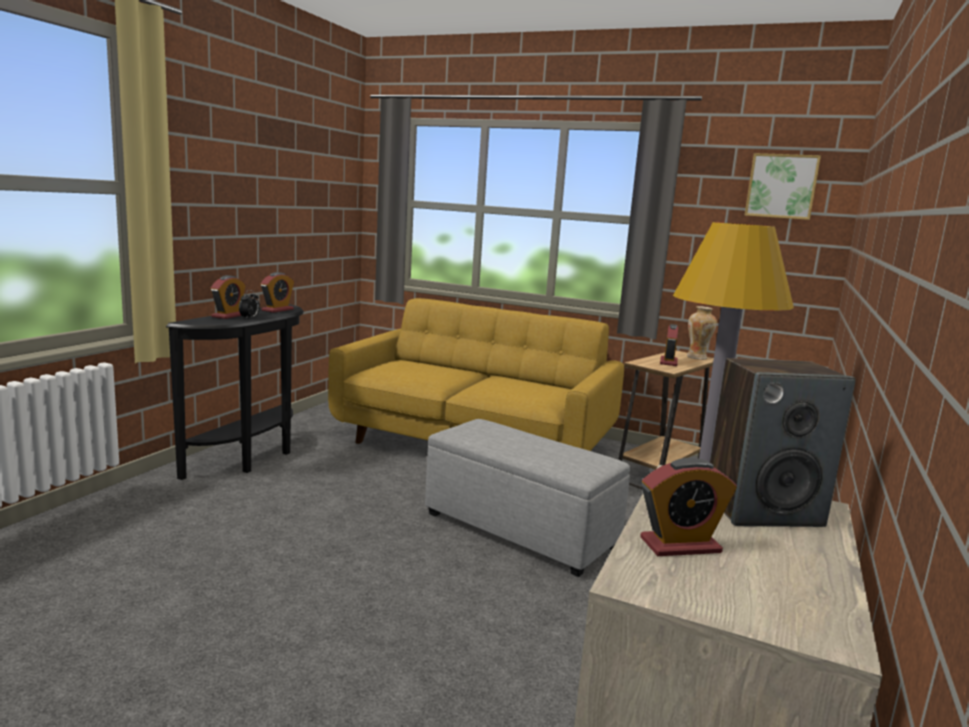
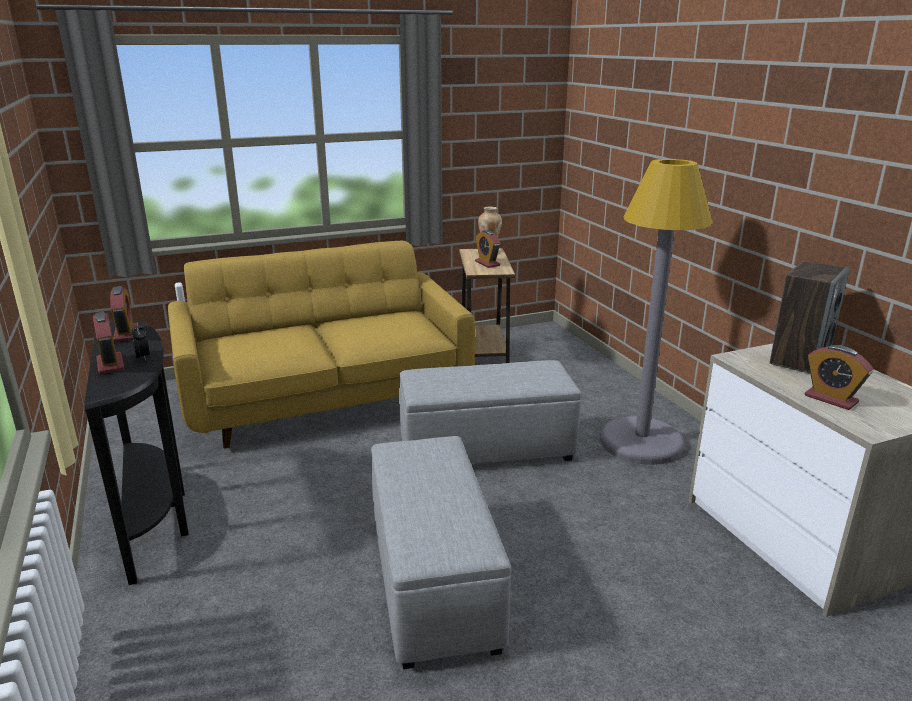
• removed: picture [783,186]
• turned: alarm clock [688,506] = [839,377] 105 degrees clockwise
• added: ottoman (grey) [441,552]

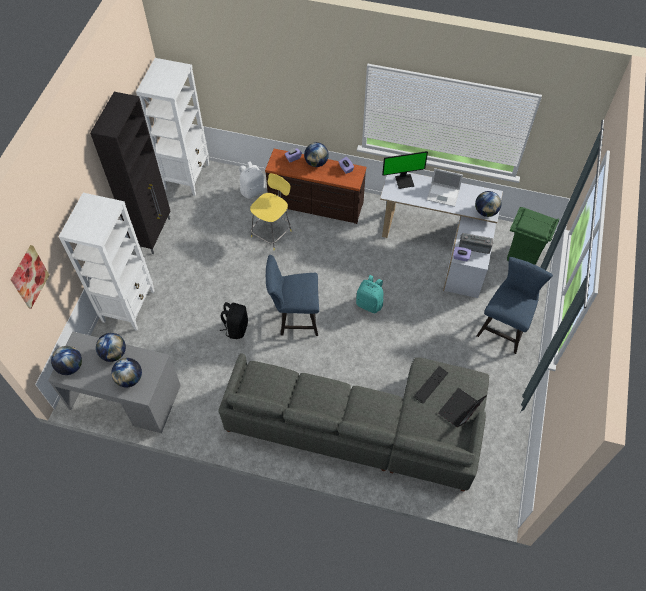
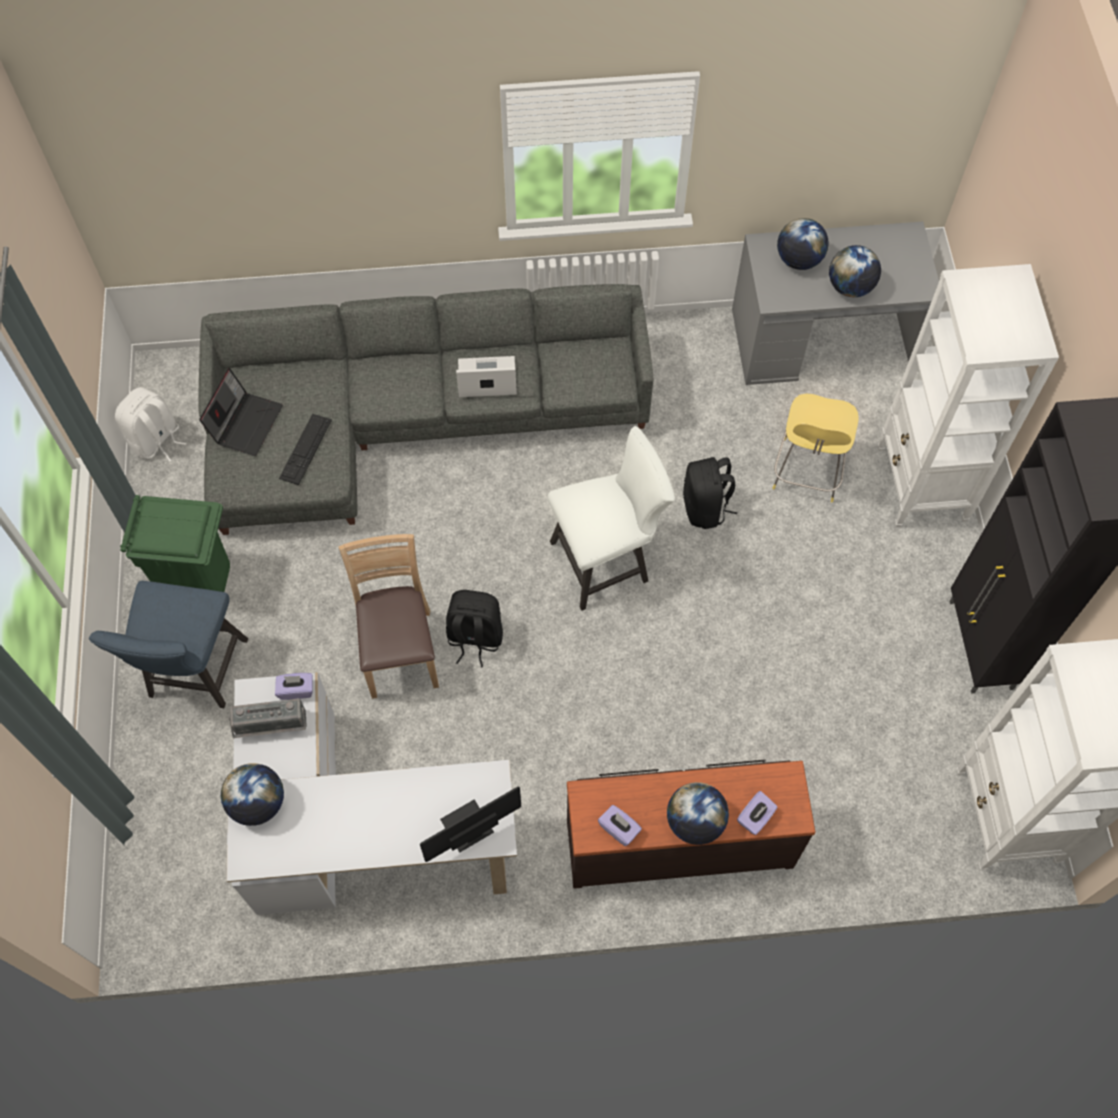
• moved: backpack (white) [252,180] to [151,424]
• moved: laptop [445,187] to [486,376]
• moved: stool (yellow) [271,212] to [815,448]
• moved: trash can (green) [533,236] to [175,543]
• removed: picture [30,277]
• recoloured: chair (blue) [292,295] to chair (white) [611,518]
• recoloured: backpack (turquoise) [369,294] to backpack (black) [474,629]
• removed: globe [66,360]
• added: chair (brown) [388,616]

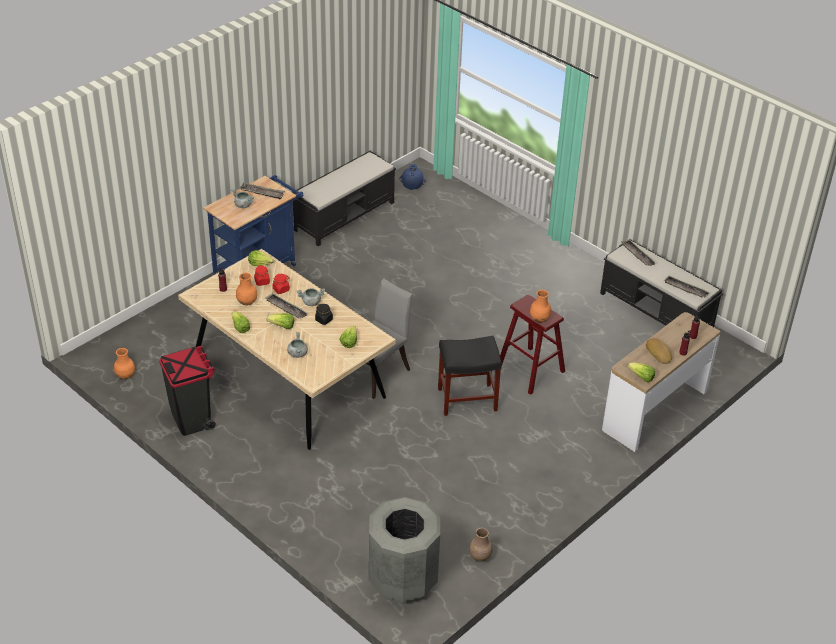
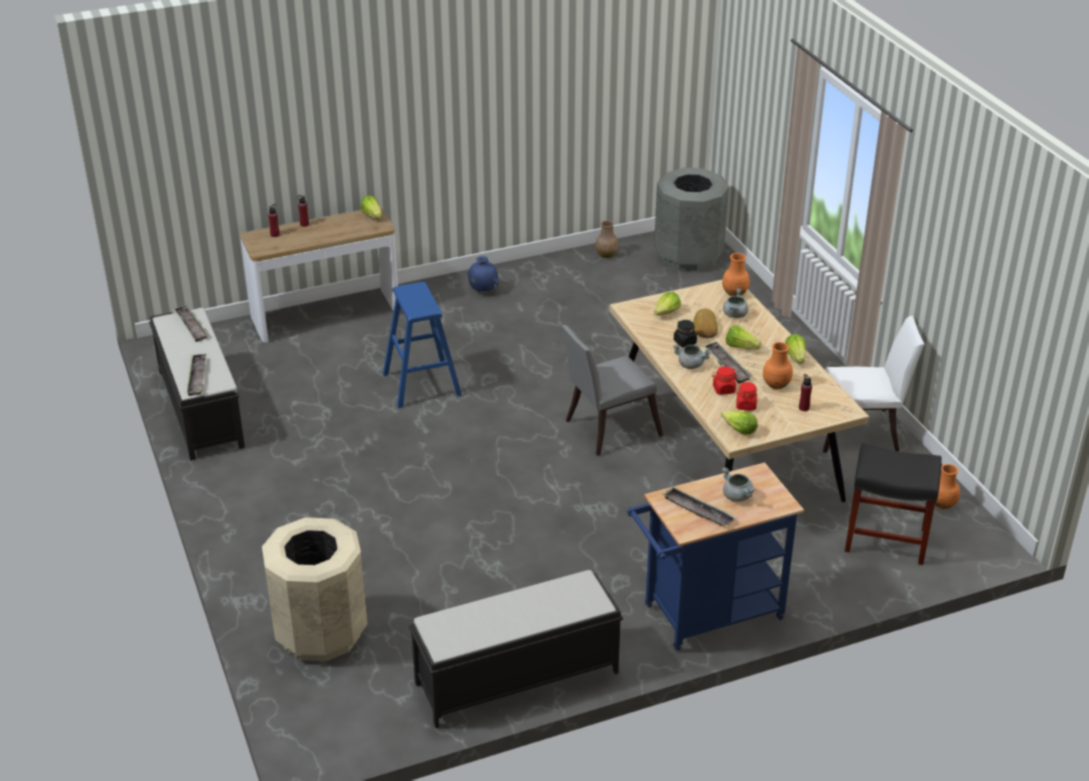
• moved: vase (blue) [413,177] to [483,274]
• moved: vase (orange) [540,306] to [736,274]
• recoloured: stool (red) [532,345] to stool (blue) [422,345]
• moved: stool (black) [470,376] to [893,504]
• moved: bread [659,351] to [705,323]
• replaced: trash can (black) [187,391] to chair (white) [873,384]
• added: trash can (beige) [315,589]

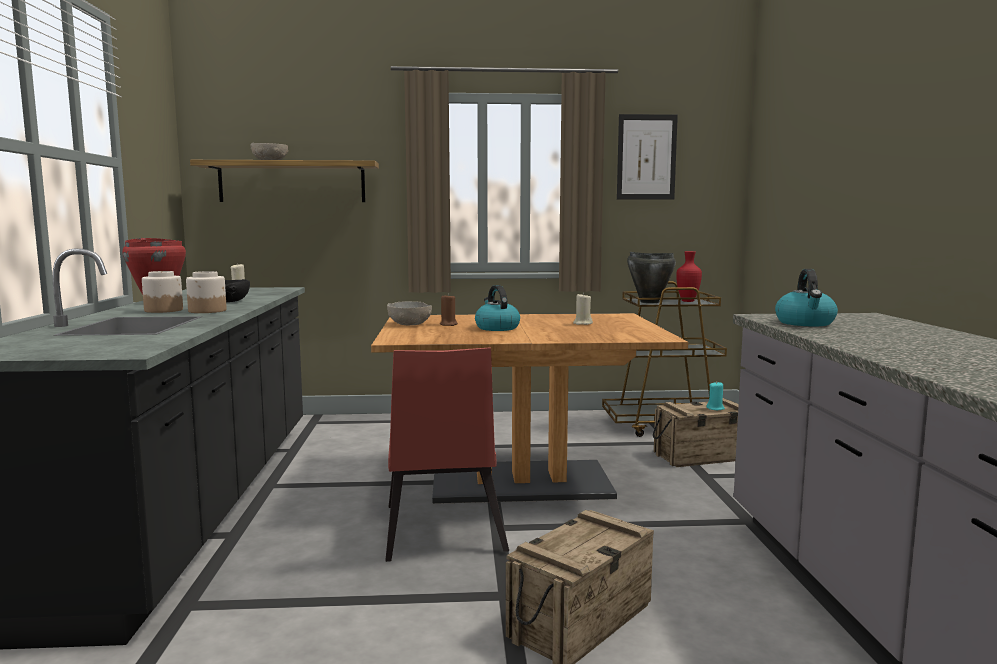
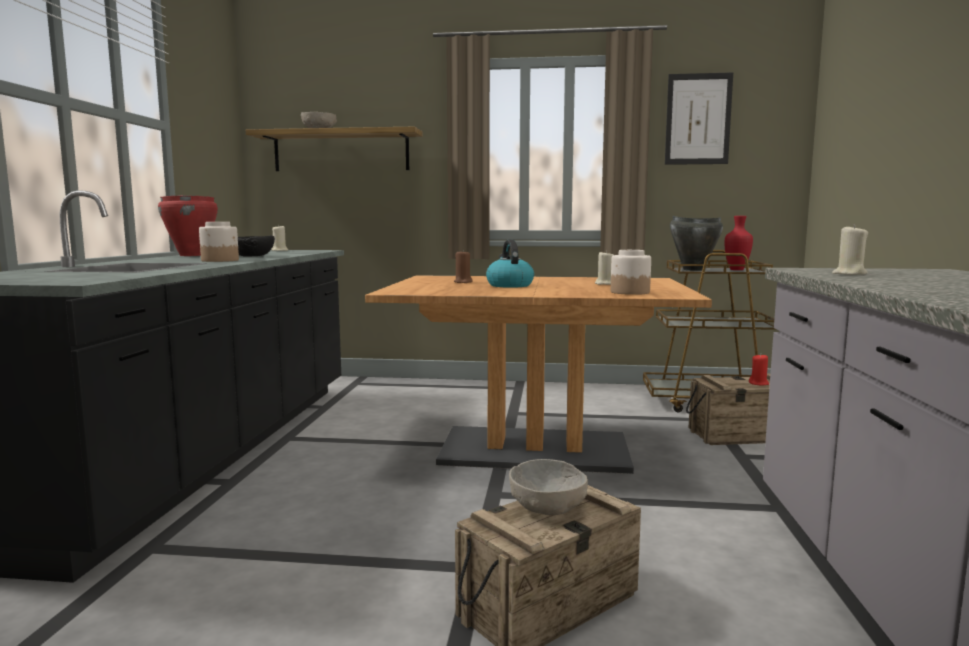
• replaced: kettle [806,297] to candle (beige) [850,249]
• moved: jar [162,292] to [631,272]
• moved: bowl (grey) [409,313] to [548,487]
• removed: chair (red) [447,454]
• recoloured: candle (turquoise) [716,396] to candle (red) [759,369]

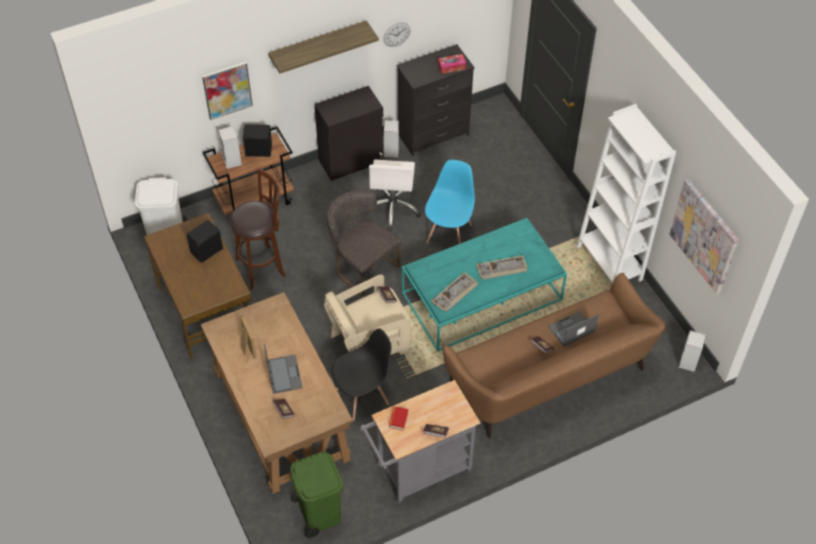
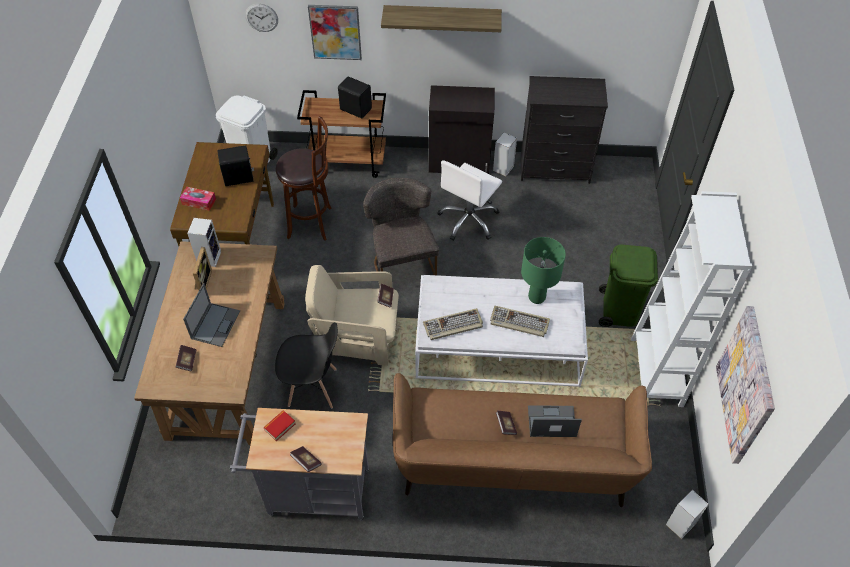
• moved: wall clock [396,35] to [261,18]
• moved: tissue box [452,64] to [198,199]
• moved: speaker [230,147] to [204,242]
• removed: chair (blue) [450,202]
• recoloured: coffee table (turquoise) [484,285] to coffee table (white) [501,331]
• moved: trash can (green) [317,495] to [628,285]
• added: table lamp (green) [543,270]

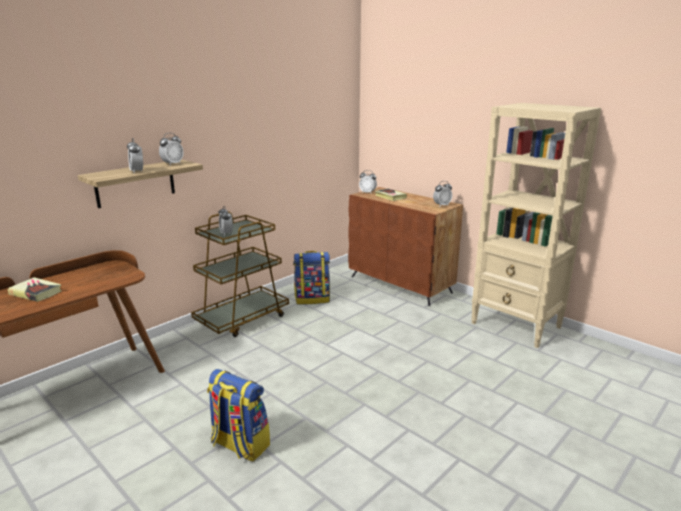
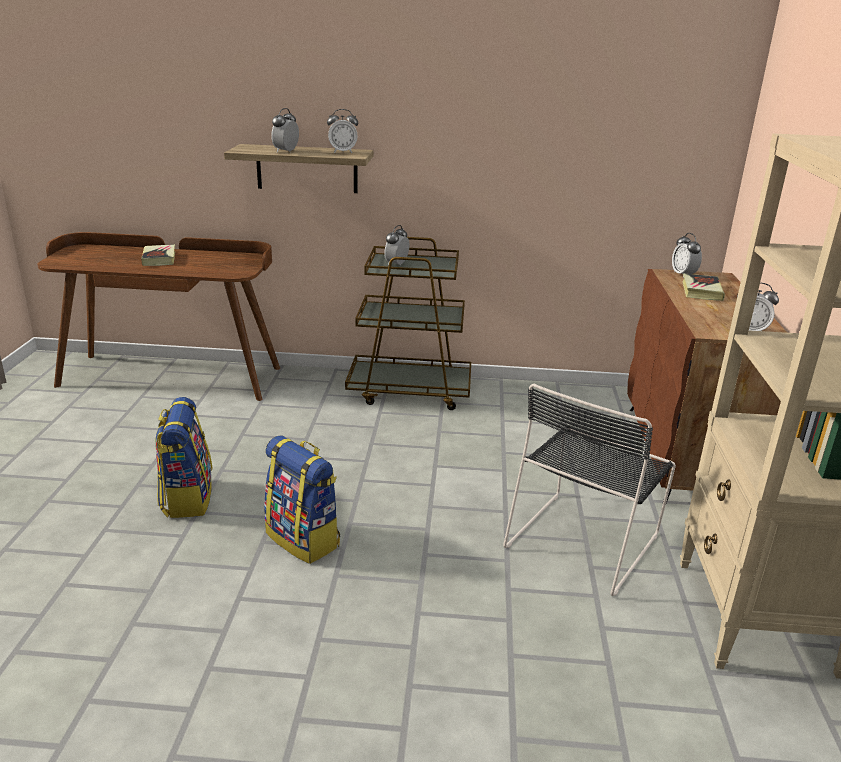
• moved: backpack [311,278] to [302,499]
• added: chair (black) [589,490]

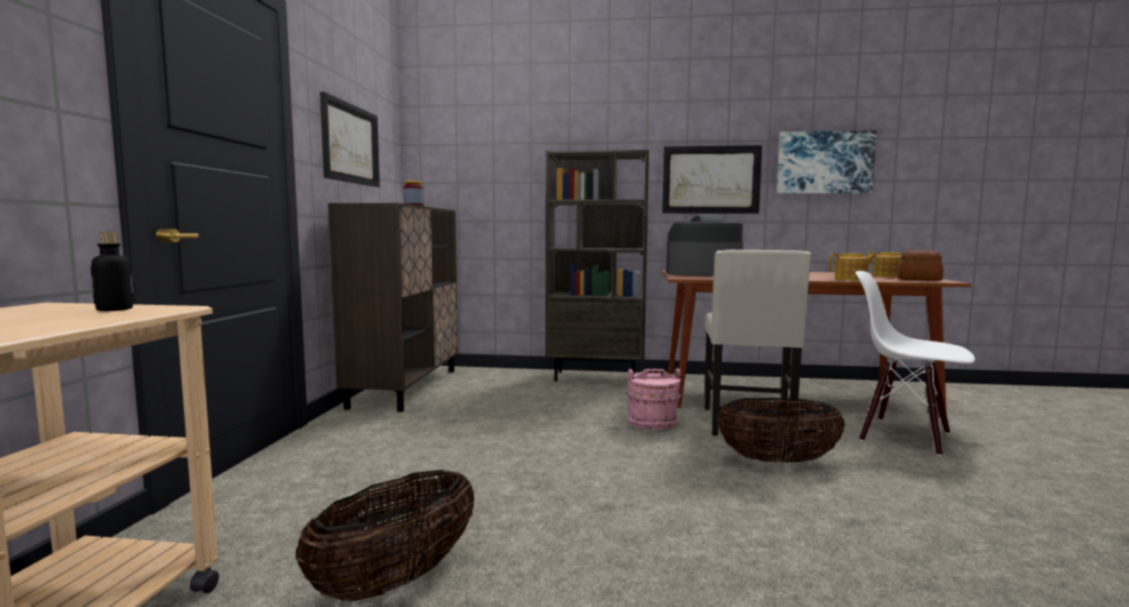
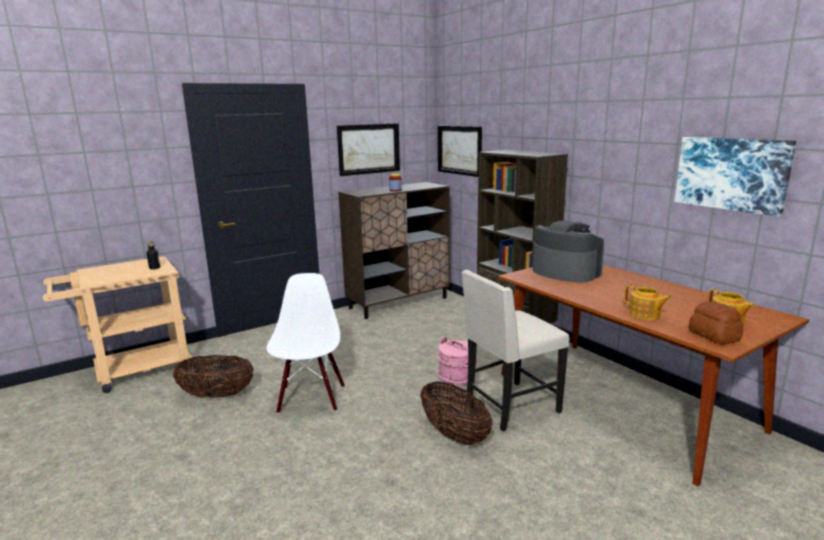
• moved: picture [712,179] to [460,151]
• moved: chair (white) [915,363] to [305,343]

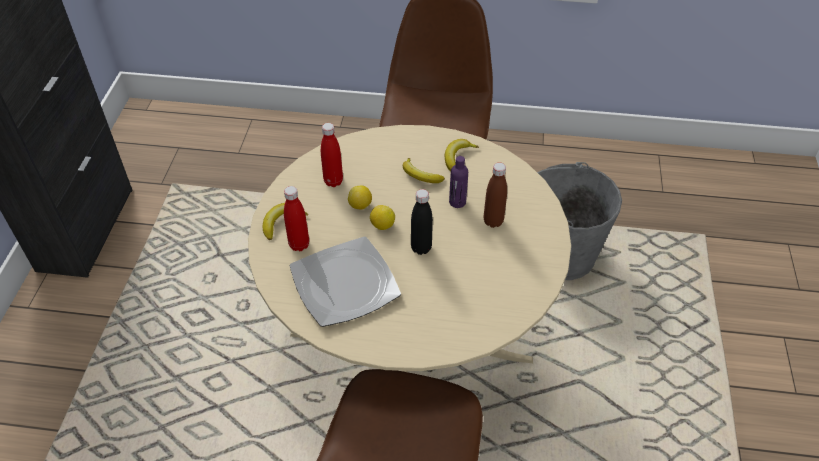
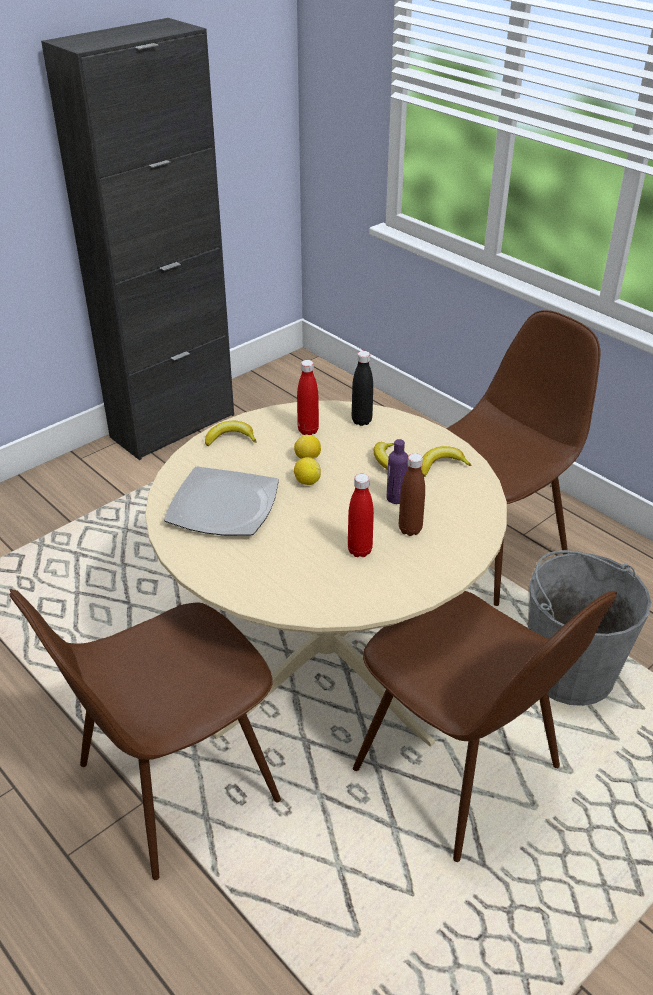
• moved: bottle (red) [296,218] to [361,515]
• moved: bottle (black) [422,222] to [362,388]
• added: chair (brown) [485,726]

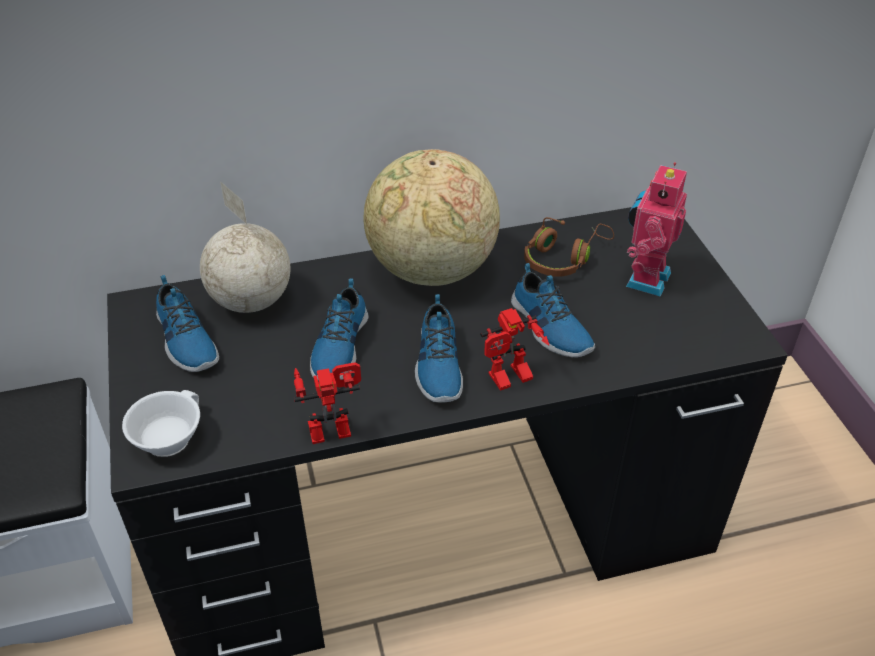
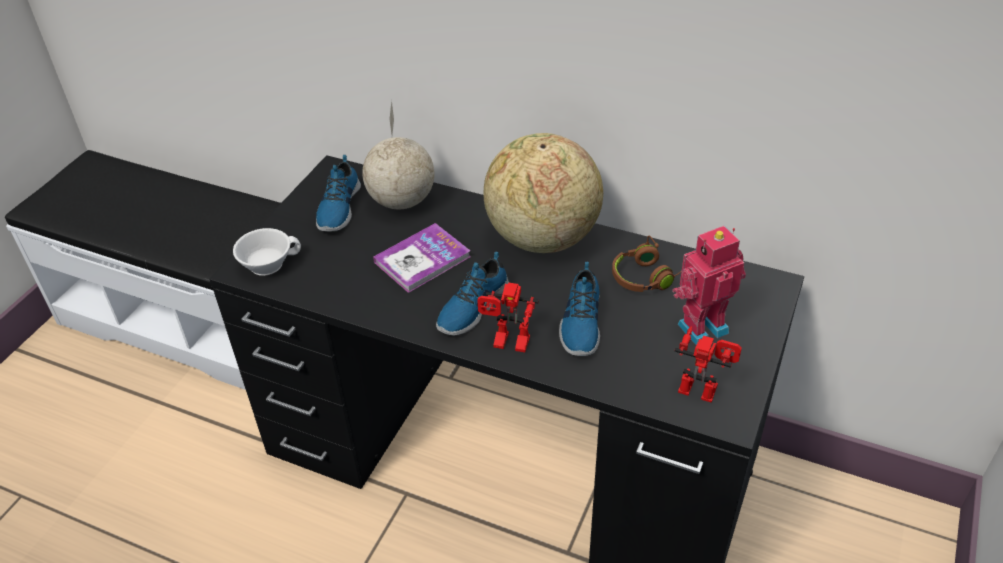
• replaced: shoe [339,329] to book [422,258]
• moved: toy robot [327,403] to [708,364]

